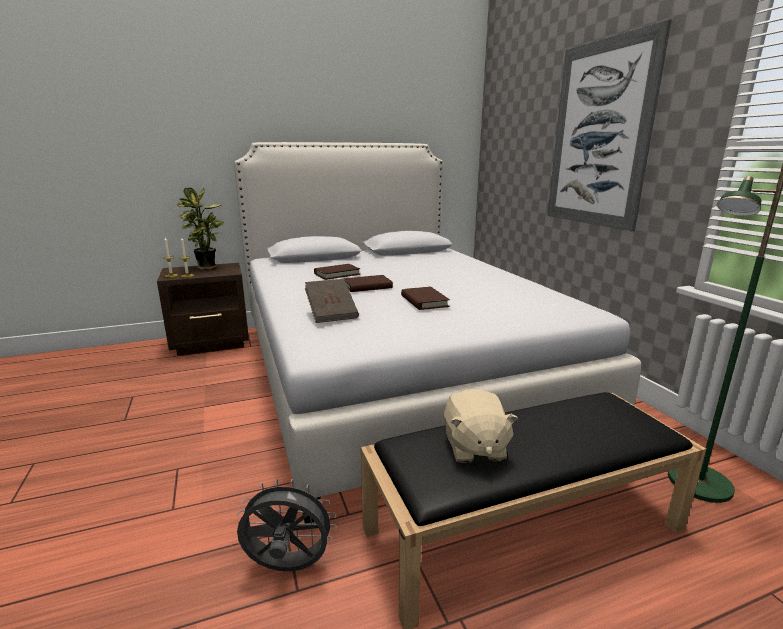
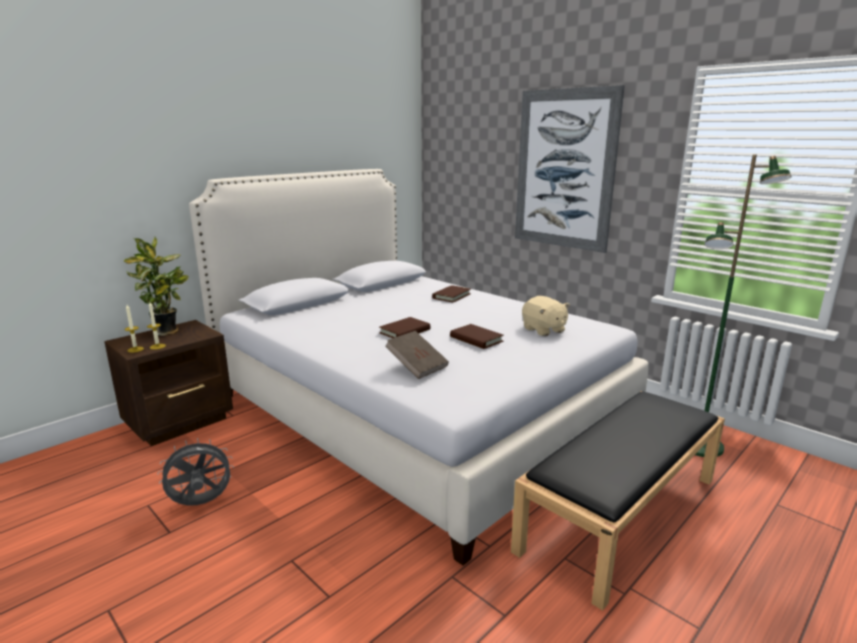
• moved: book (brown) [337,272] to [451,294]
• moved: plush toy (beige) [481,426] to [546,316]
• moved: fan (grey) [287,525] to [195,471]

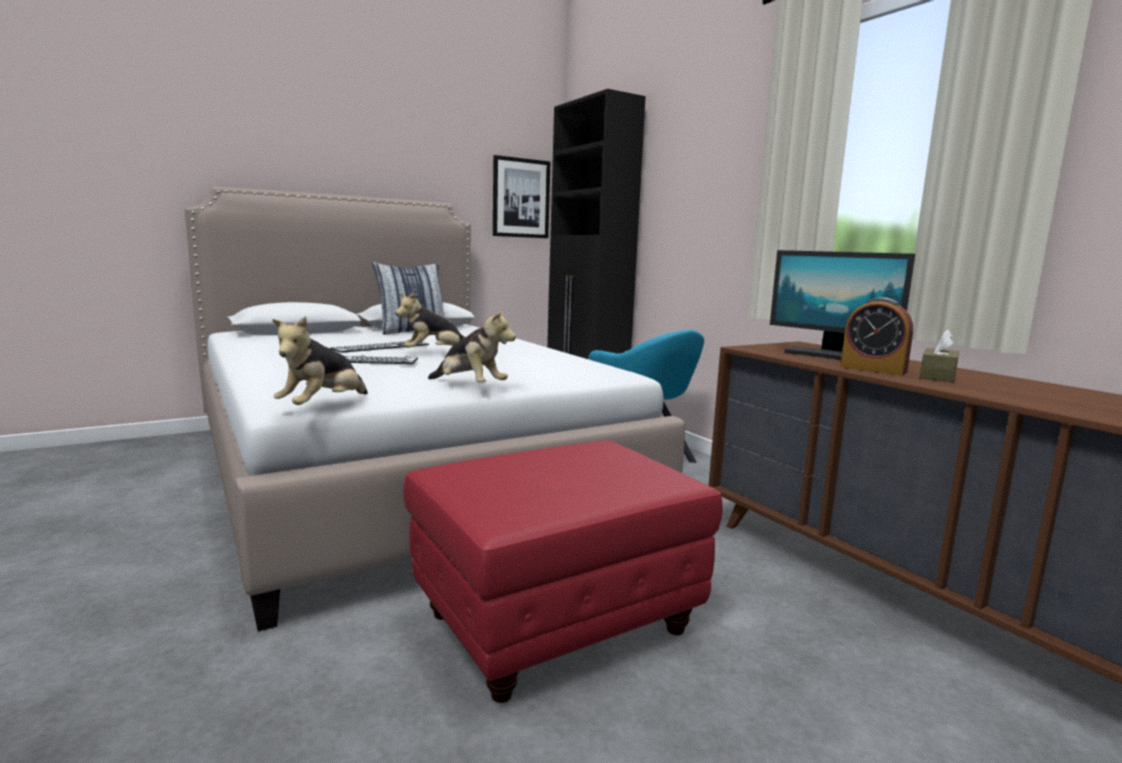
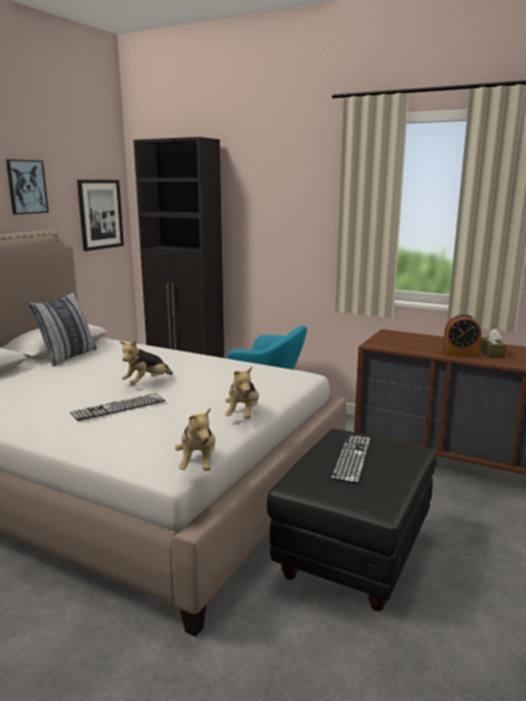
• removed: monitor [842,305]
• turned: plush toy [472,345] = [242,393] 90 degrees clockwise
• moved: keyboard [379,347] to [350,459]
• recoloured: ottoman (red) [563,571] to ottoman (black) [352,520]
• added: picture [27,187]

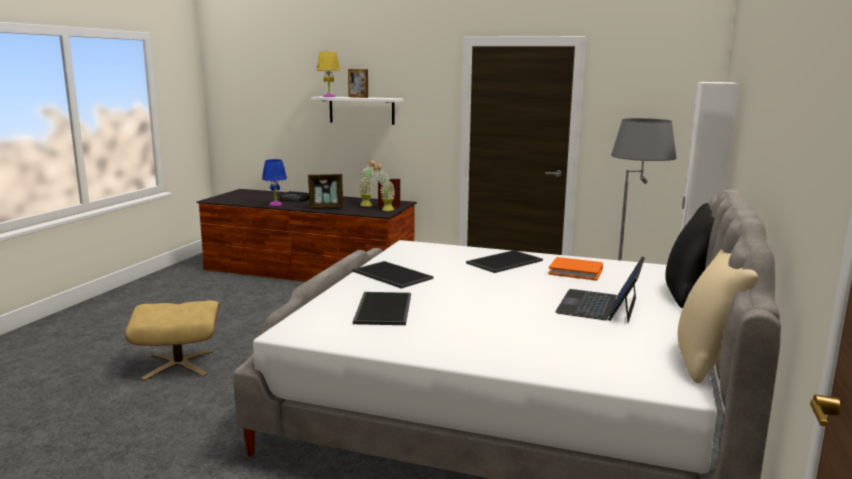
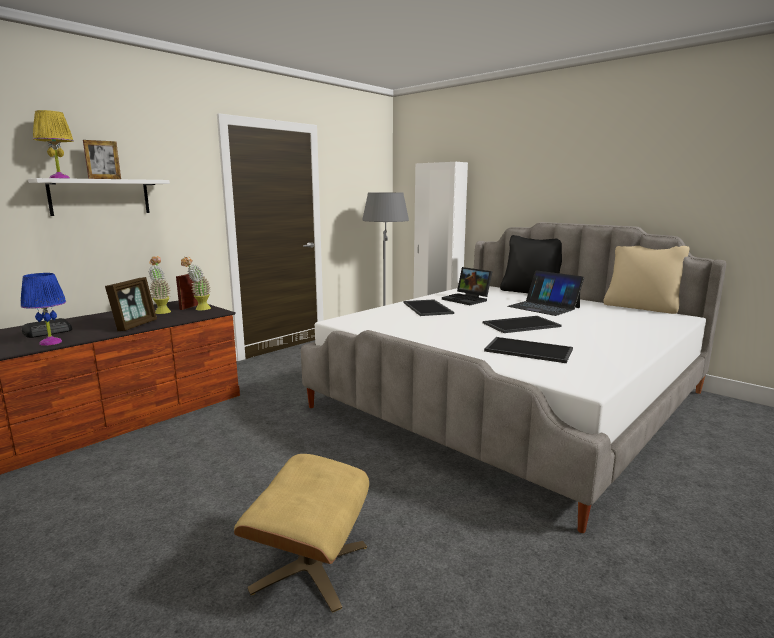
• replaced: book (orange) [575,269] to laptop [467,286]
• moved: tray [393,275] to [522,324]

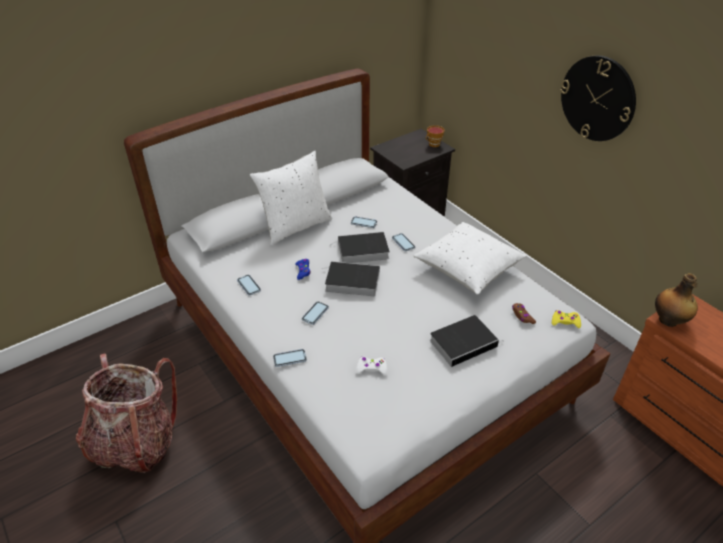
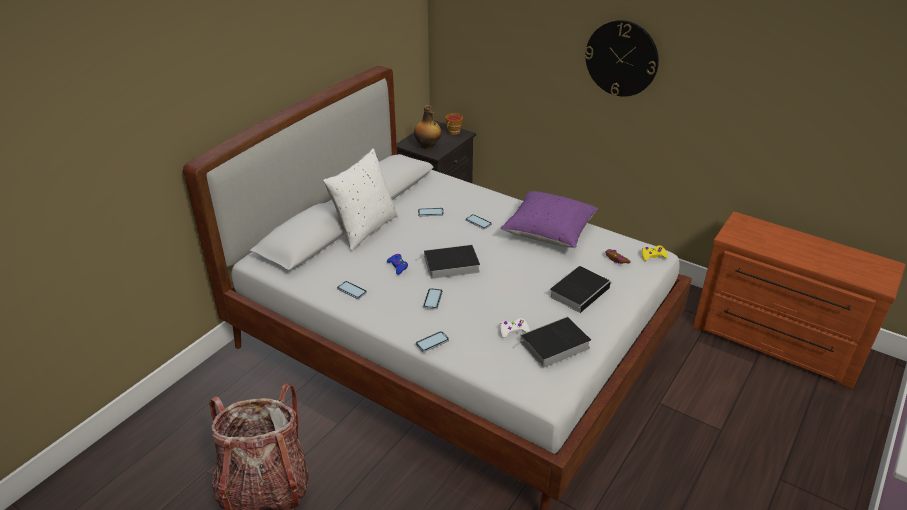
• recoloured: pillow (white) [470,258] to pillow (purple) [549,219]
• moved: book [359,247] to [551,342]
• moved: bottle [676,300] to [428,127]

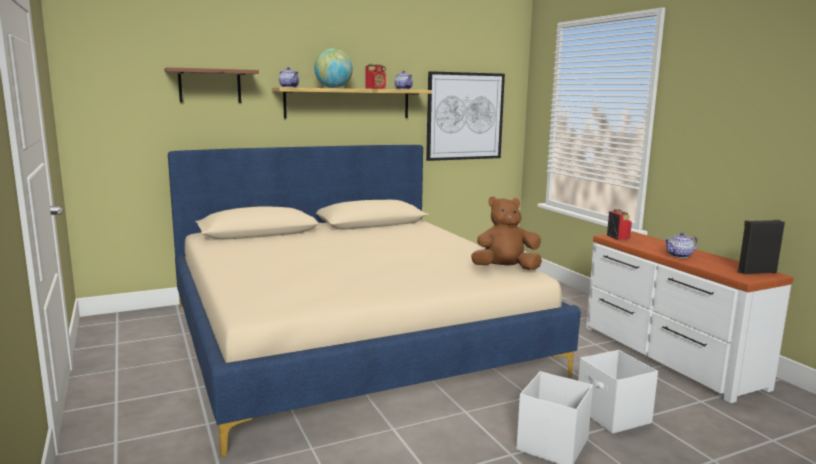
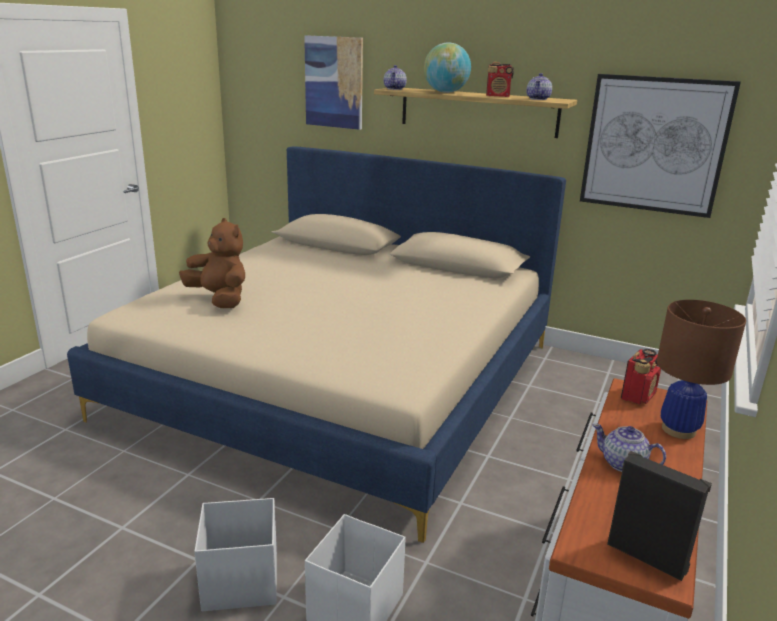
• replaced: shelf (brown) [211,85] to picture [333,82]
• moved: plush toy (brown) [506,233] to [212,263]
• added: table lamp (brown) [701,369]

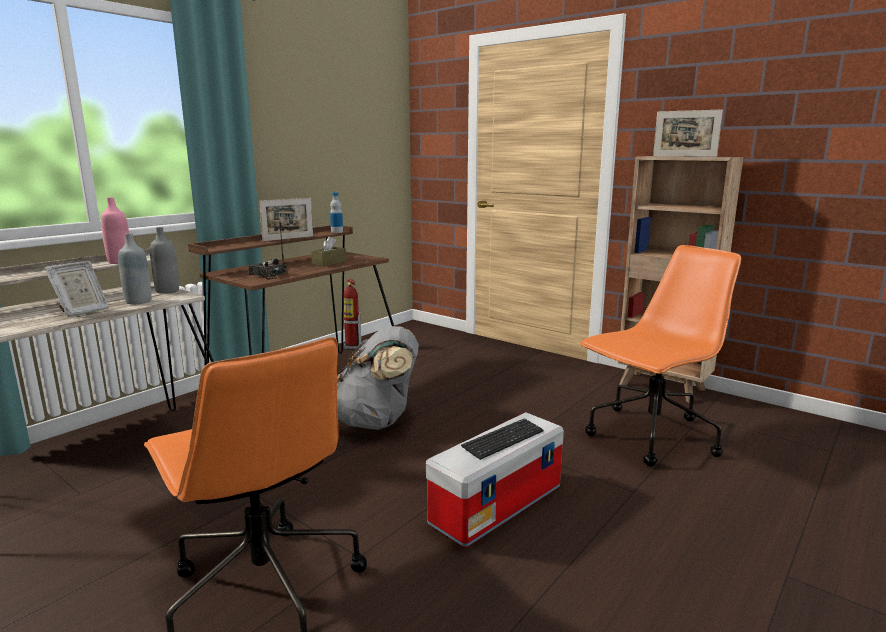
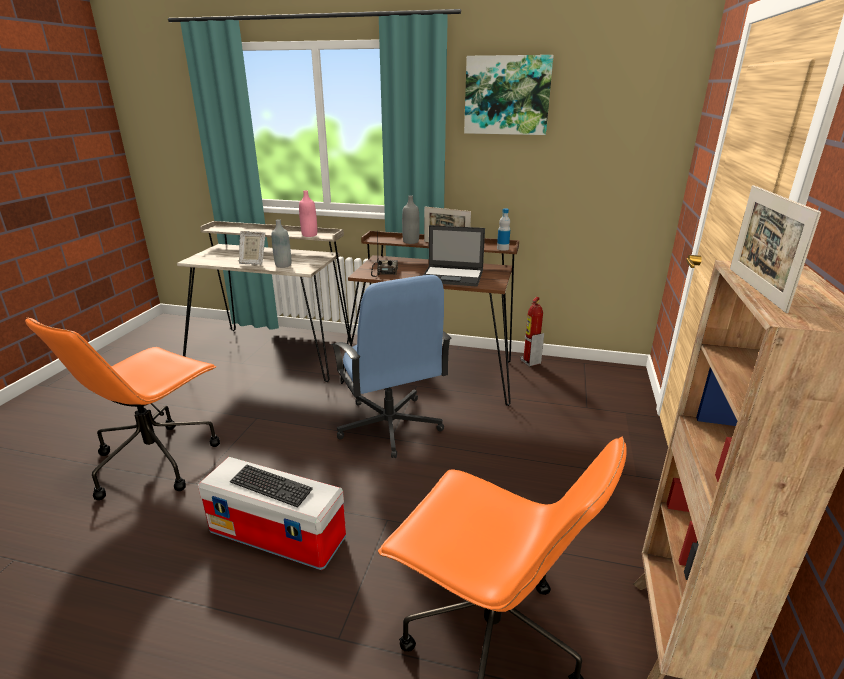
• moved: bottle (grey) [164,260] to [411,219]
• replaced: tissue box (brown) [328,251] to laptop [454,256]
• replaced: backpack (grey) [378,378] to office chair (blue) [391,366]
• added: picture [509,95]

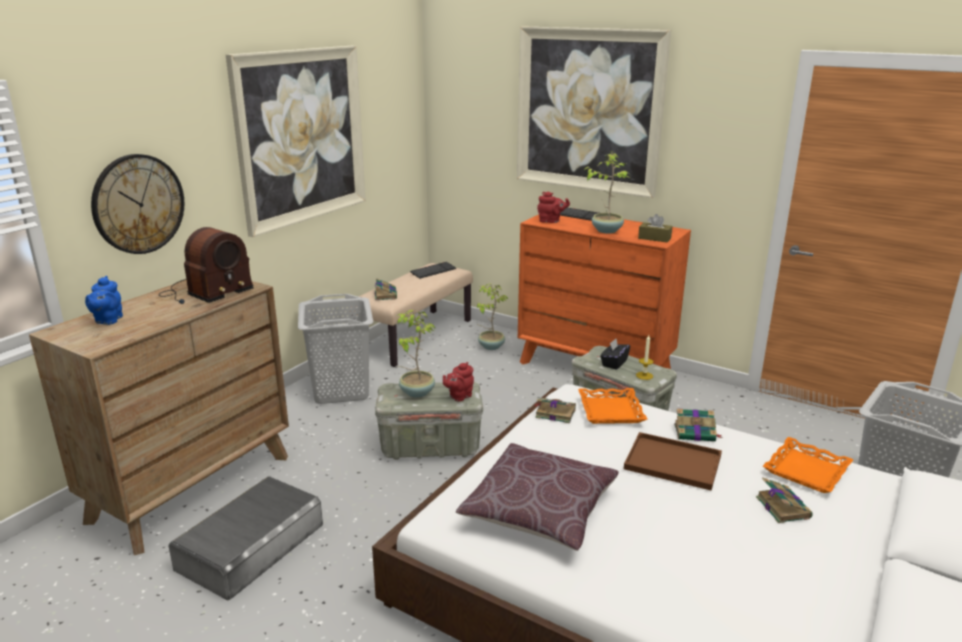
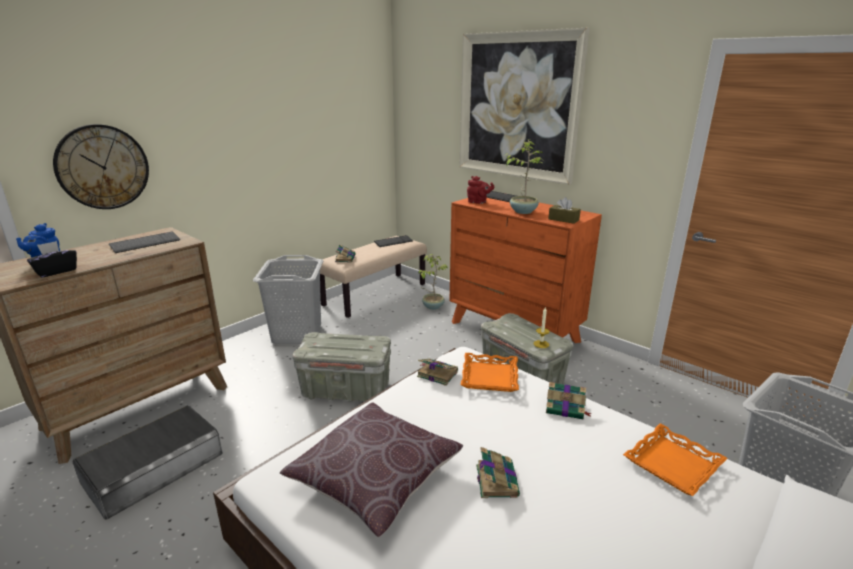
• removed: picture [296,141]
• replaced: radio [206,265] to keyboard [144,242]
• removed: potted plant [416,354]
• moved: tissue box (black) [615,354] to [52,259]
• removed: teapot (red) [458,382]
• removed: tray (brown) [673,461]
• moved: book [784,500] to [498,472]

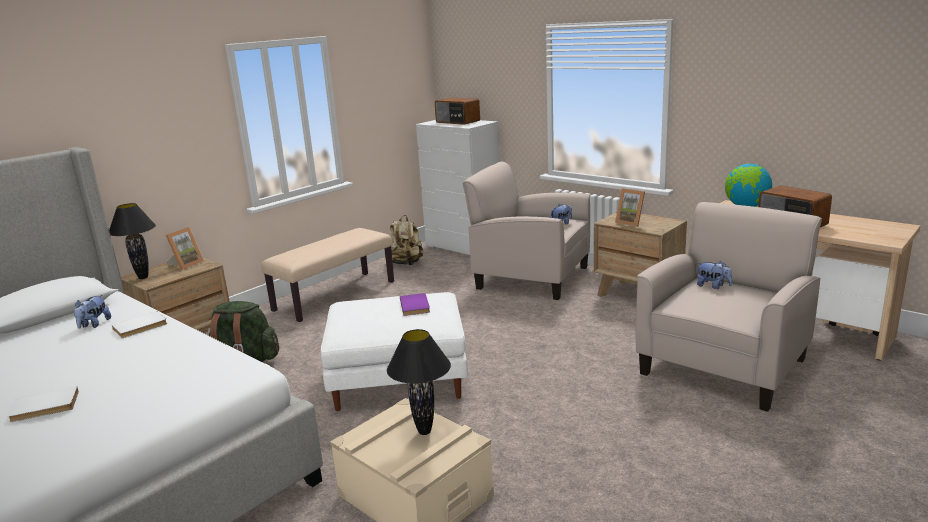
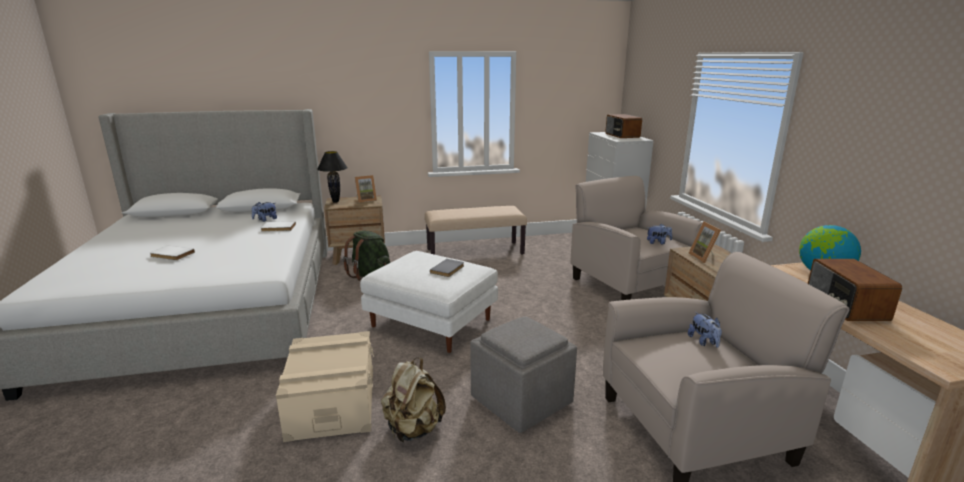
• moved: backpack (beige) [406,240] to [413,400]
• recoloured: book (purple) [415,304] to book (grey) [447,268]
• removed: table lamp (black) [419,382]
• added: ottoman (grey) [523,375]

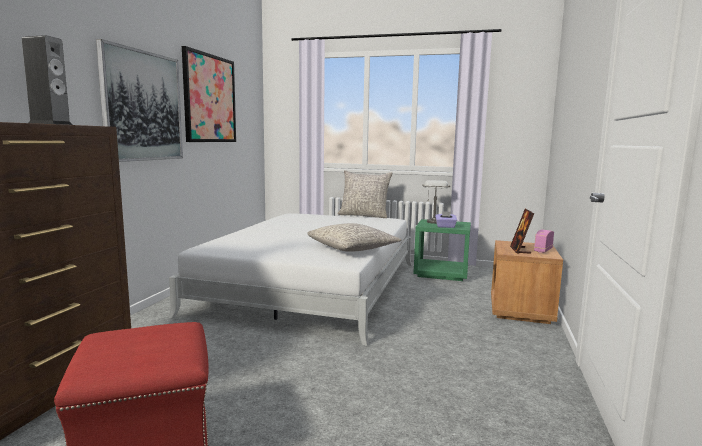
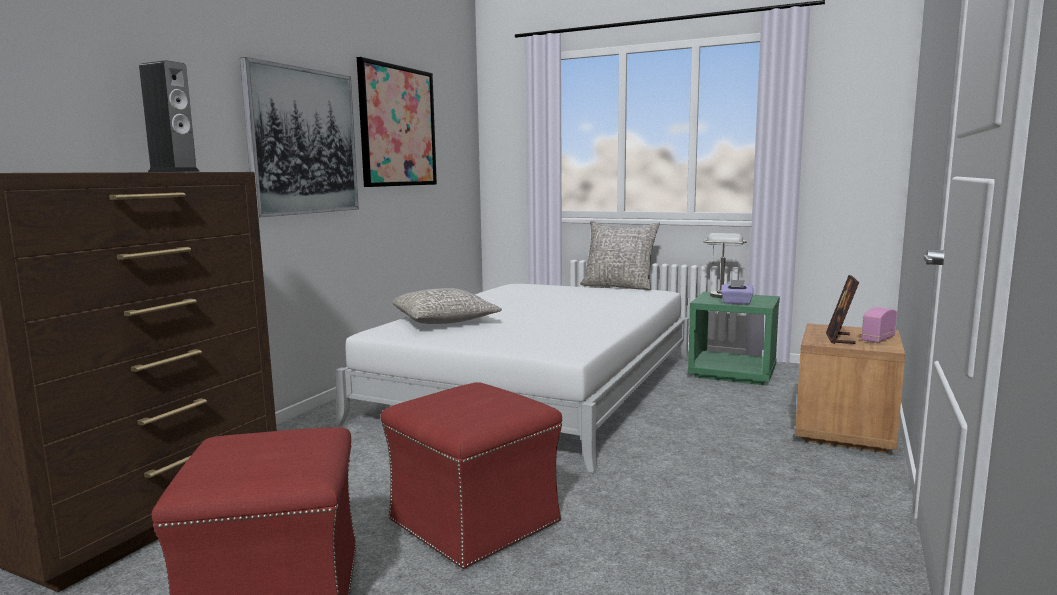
• moved: pillow (grey) [354,237] to [447,306]
• added: ottoman (red) [471,475]

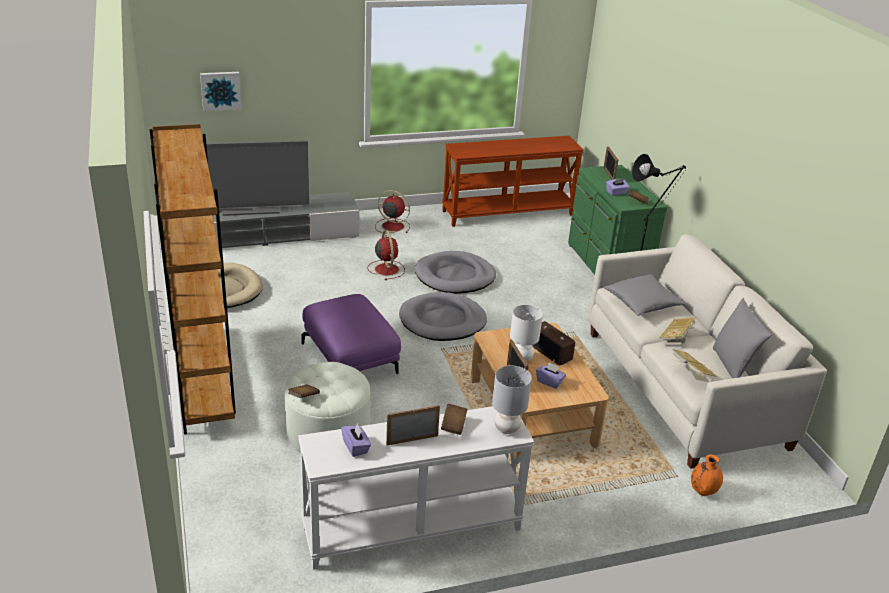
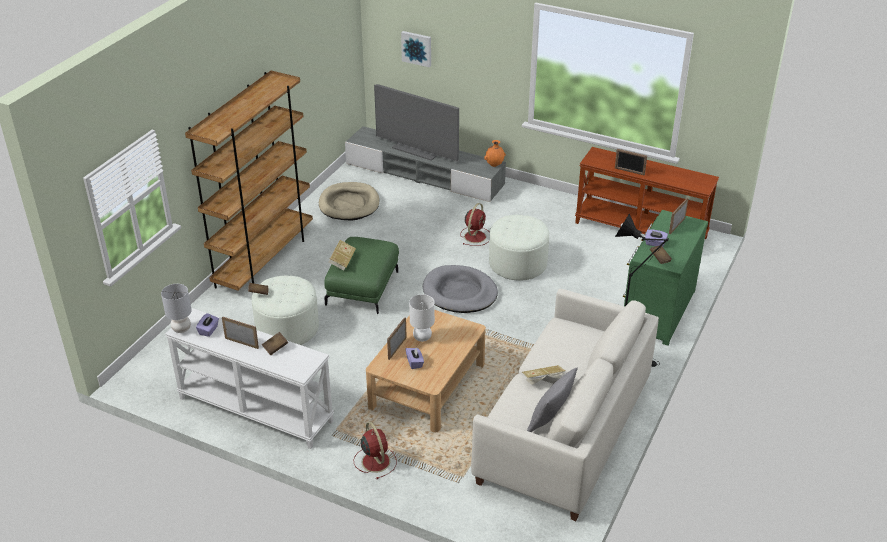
• moved: fan (red) [392,211] to [375,450]
• replaced: dog bed (grey) [455,272] to ottoman (white) [519,247]
• removed: pillow (grey) [644,295]
• recoloured: ottoman (purple) [351,334] to ottoman (green) [361,275]
• removed: radio [553,343]
• moved: book [694,365] to [342,255]
• moved: table lamp (grey) [512,399] to [176,308]
• moved: vase (orange) [707,475] to [495,153]
• added: picture frame [631,162]

